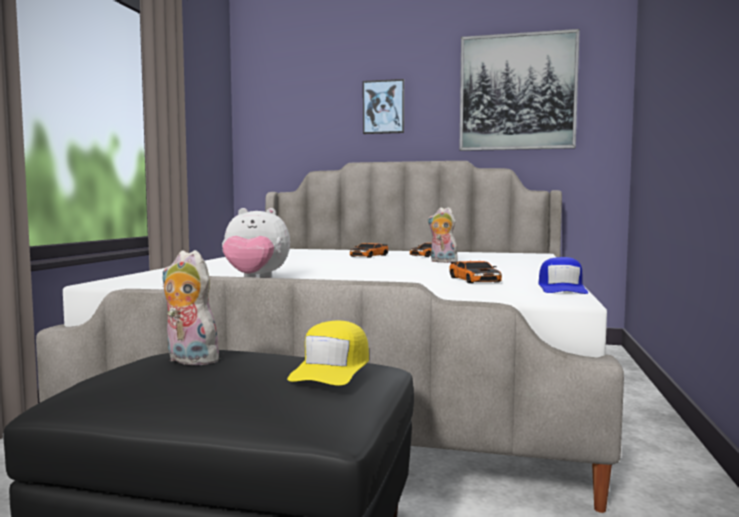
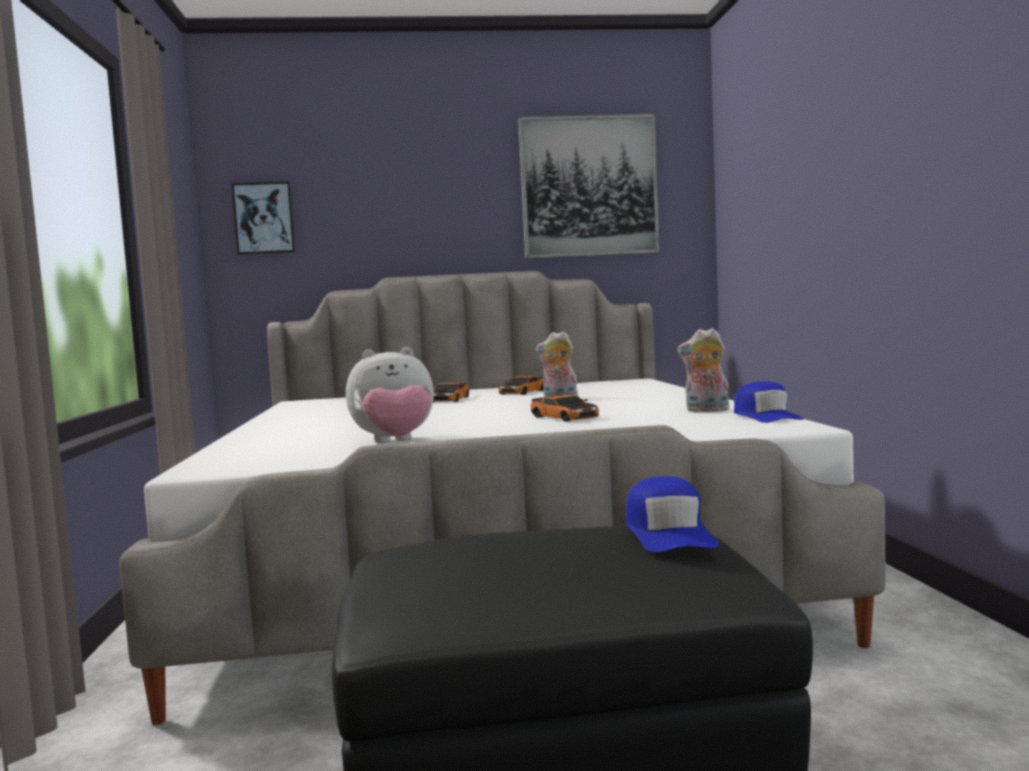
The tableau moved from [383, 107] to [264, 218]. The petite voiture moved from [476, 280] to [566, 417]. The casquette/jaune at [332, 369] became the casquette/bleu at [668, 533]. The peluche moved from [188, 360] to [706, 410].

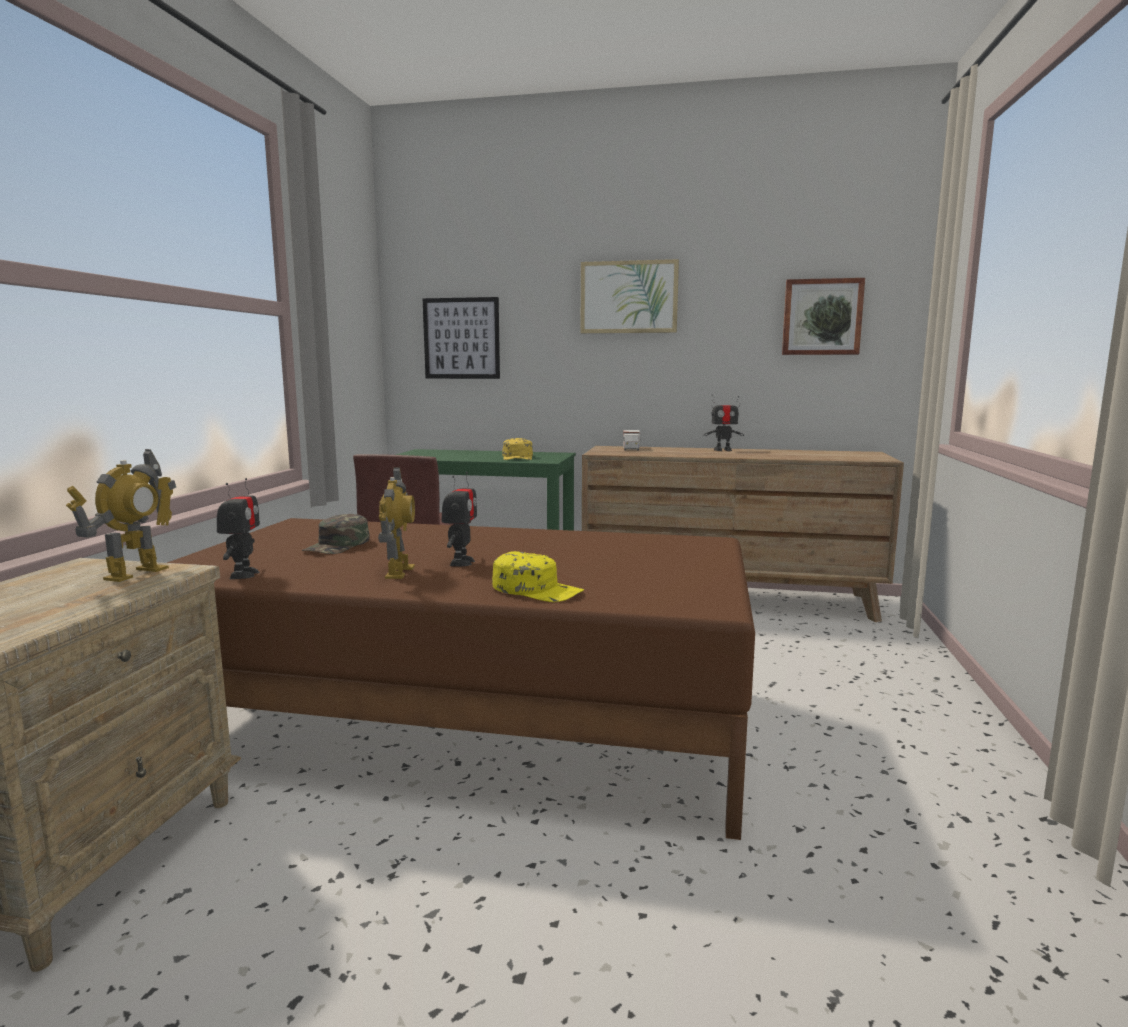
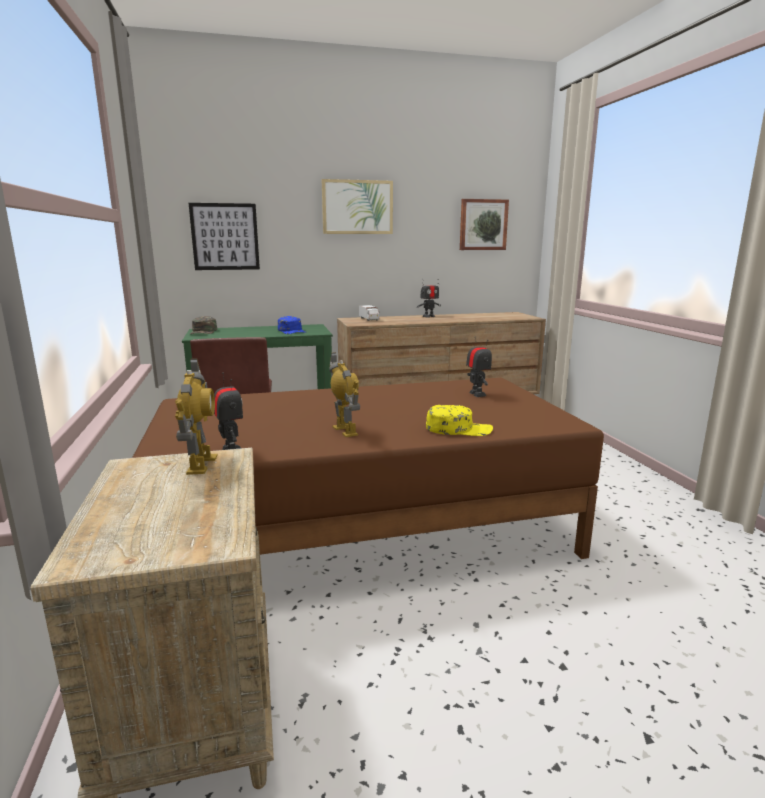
The casquette/vert moved from [338, 545] to [204, 331]. The casquette/jaune at [518, 457] became the casquette/bleu at [292, 331]. The robot jouet moved from [461, 562] to [477, 394].

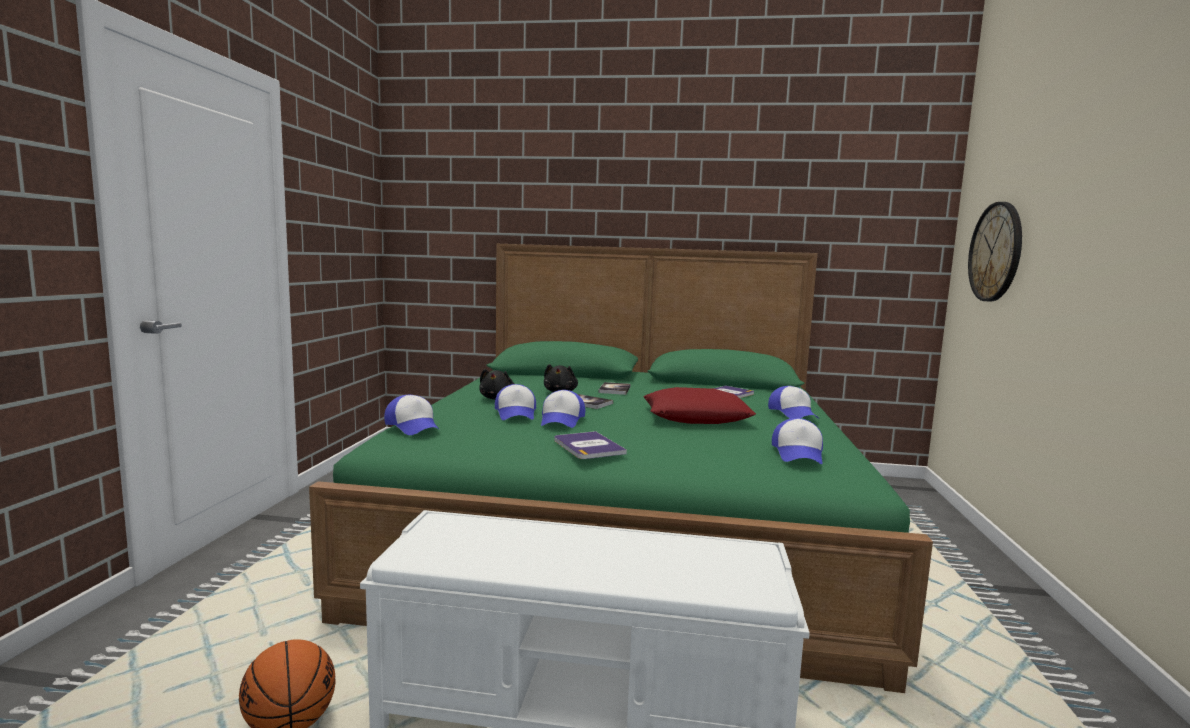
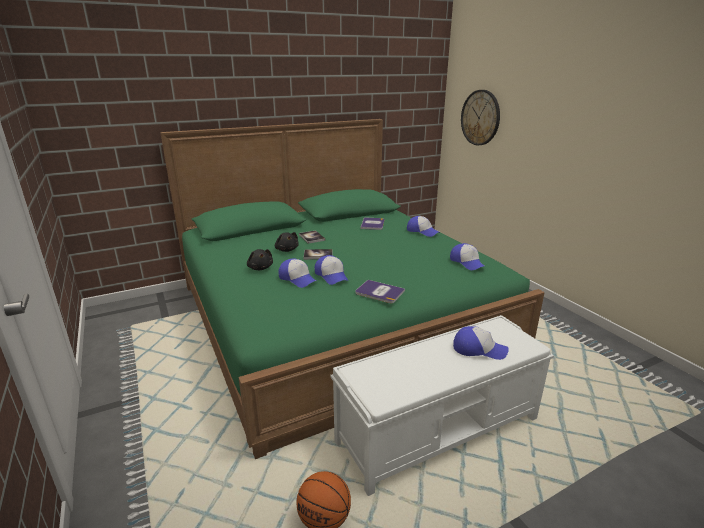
The casquette moved from [413, 427] to [478, 349]. The coussin/rouge at [696, 416] disappeared.

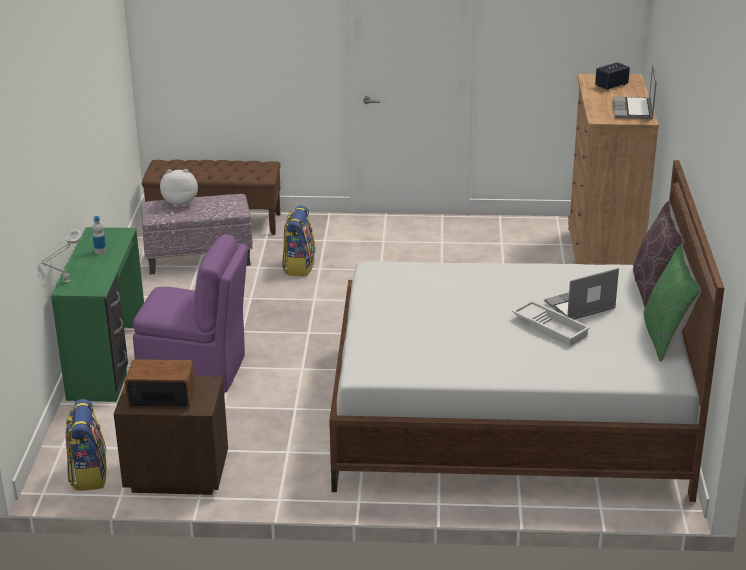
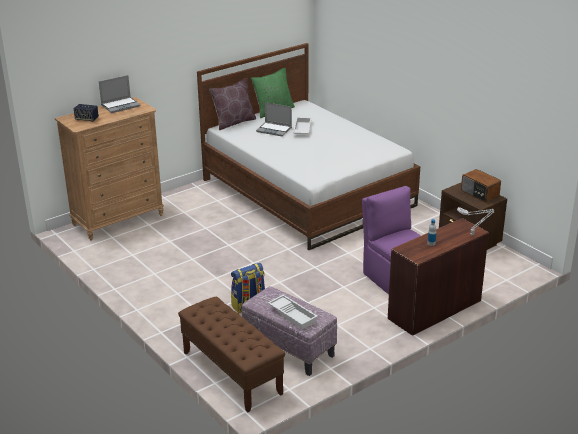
The peluche at [181, 203] was replaced by the plateau/blanc at [293, 314]. The bureau/vert at [109, 362] became the bureau/marron at [434, 309]. The sac à dos at [88, 474] disappeared.

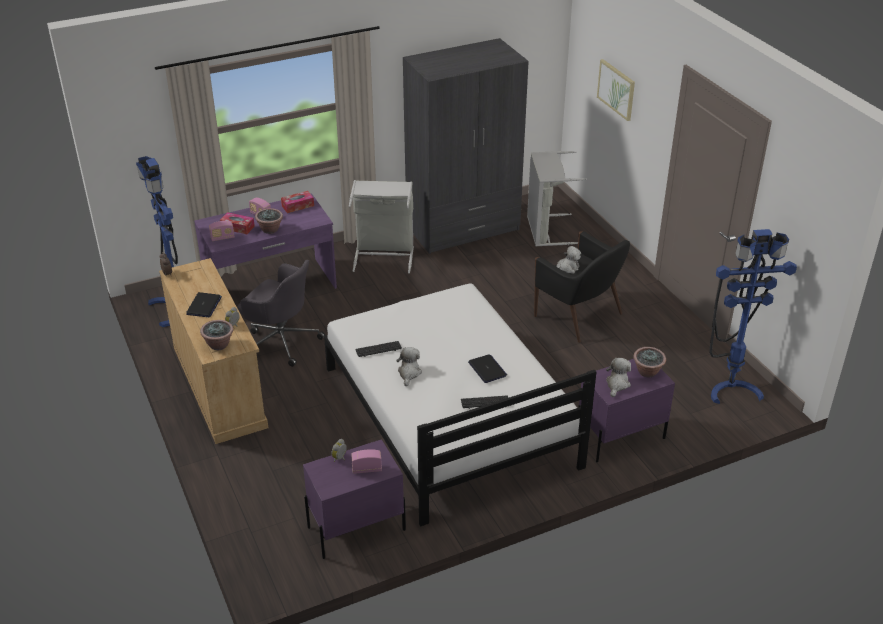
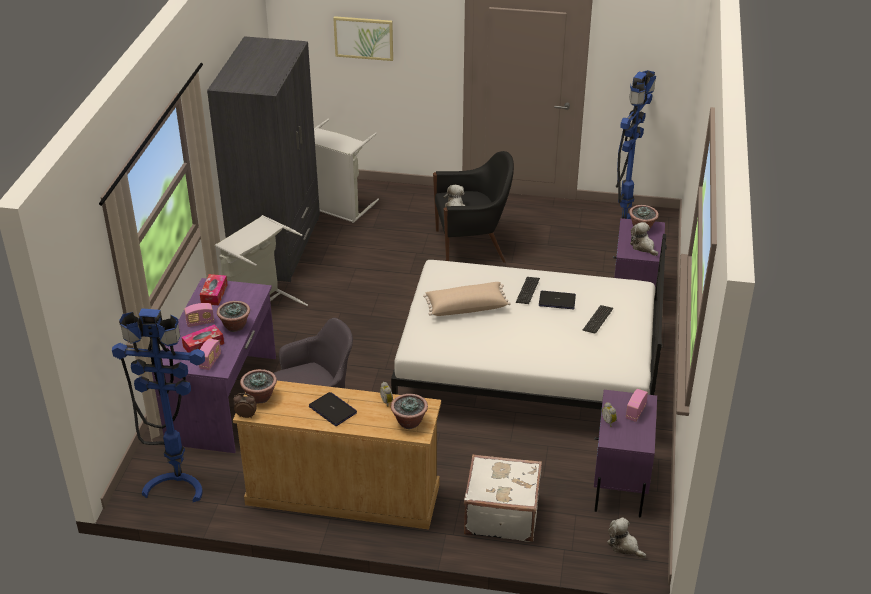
The plante en pot at [260, 397] appeared. The coussin/beige at [466, 307] appeared. The valise/blanc at [501, 514] appeared. The clavier moved from [378, 350] to [527, 291]. The peluche moved from [409, 373] to [624, 546].

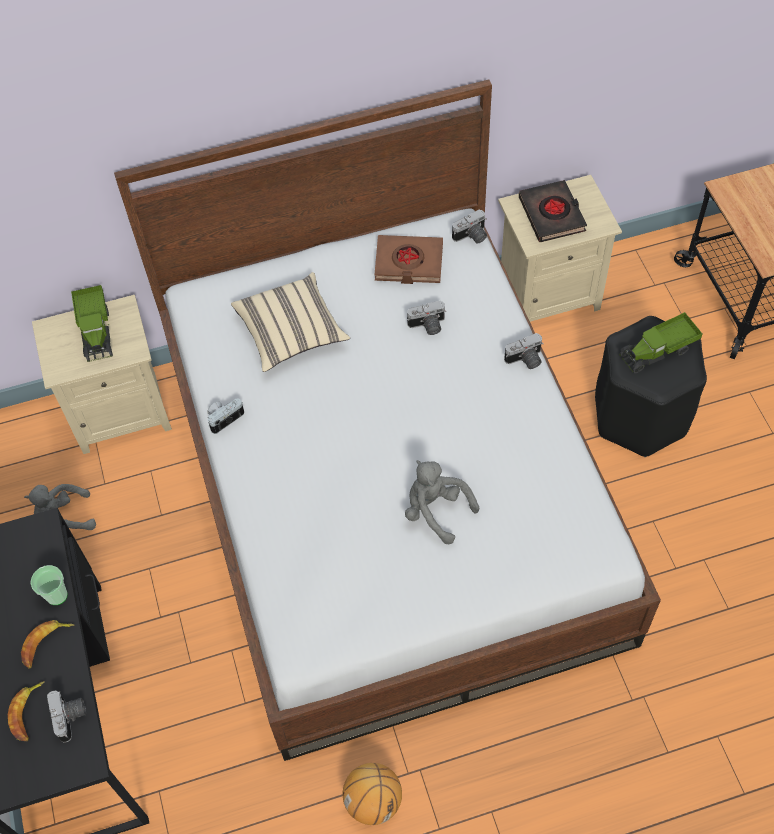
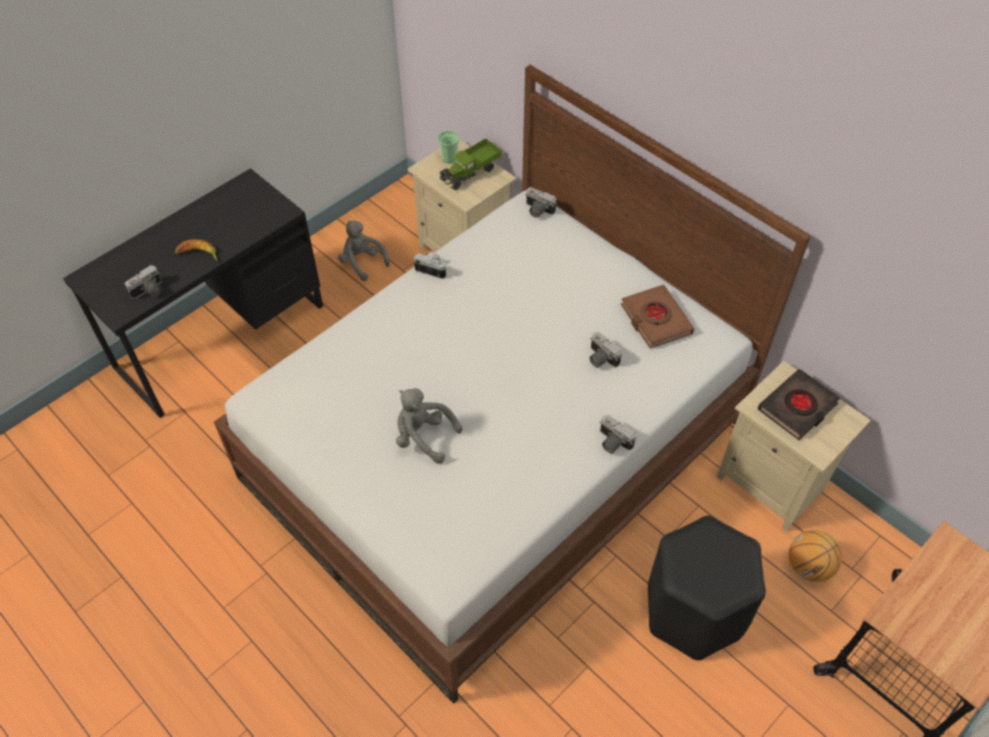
The peluche/gris at [436, 511] turned 75 degrees counterclockwise. The tasse moved from [57, 595] to [449, 158]. The appareil photo moved from [471, 236] to [537, 210]. The ballon de basket moved from [373, 801] to [809, 567]. The banane at [28, 713] disappeared. The coussin/beige at [291, 332] disappeared. The camion jouet at [658, 351] disappeared.

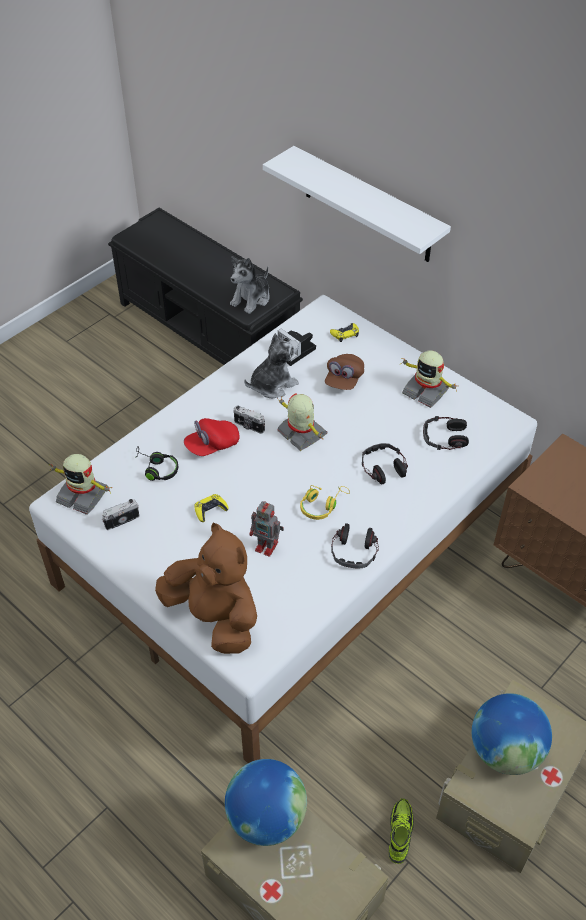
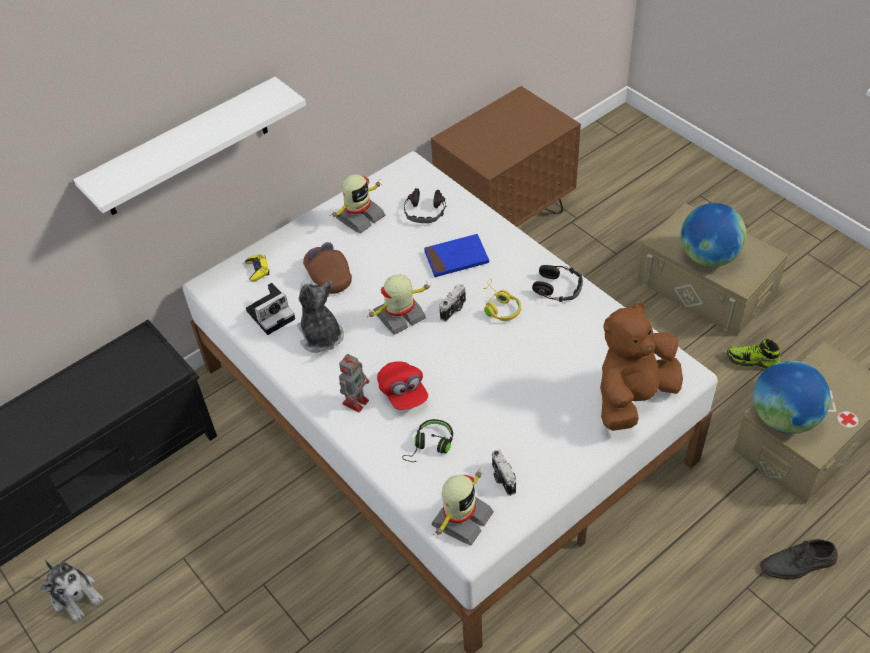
The peluche moved from [251, 299] to [76, 595]. The casquette/marron at [344, 380] turned 150 degrees counterclockwise. The robot jouet moved from [267, 547] to [356, 401]. The casque audio at [383, 467] was replaced by the livre/bleu at [456, 258]. The appareil photo moved from [249, 426] to [454, 310]. The chaussure/gris at [798, 564] appeared. The manette/jaune at [210, 510] disappeared.

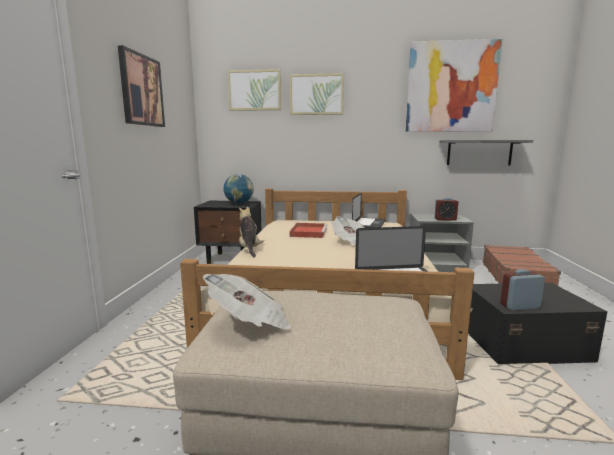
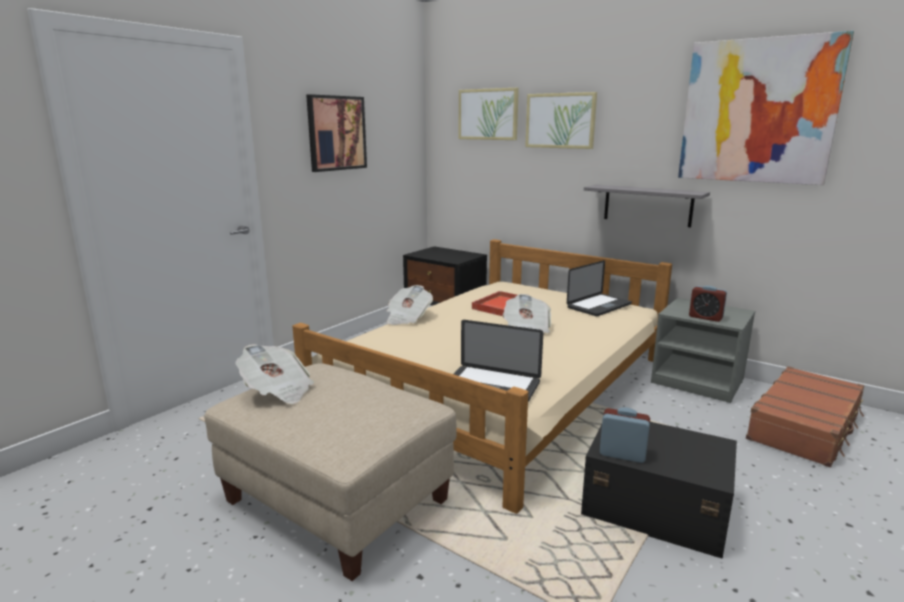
The peluche at [249, 249] was replaced by the journal at [407, 318]. The étagère/gris moved from [479, 152] to [647, 205]. The globe at [239, 203] disappeared.

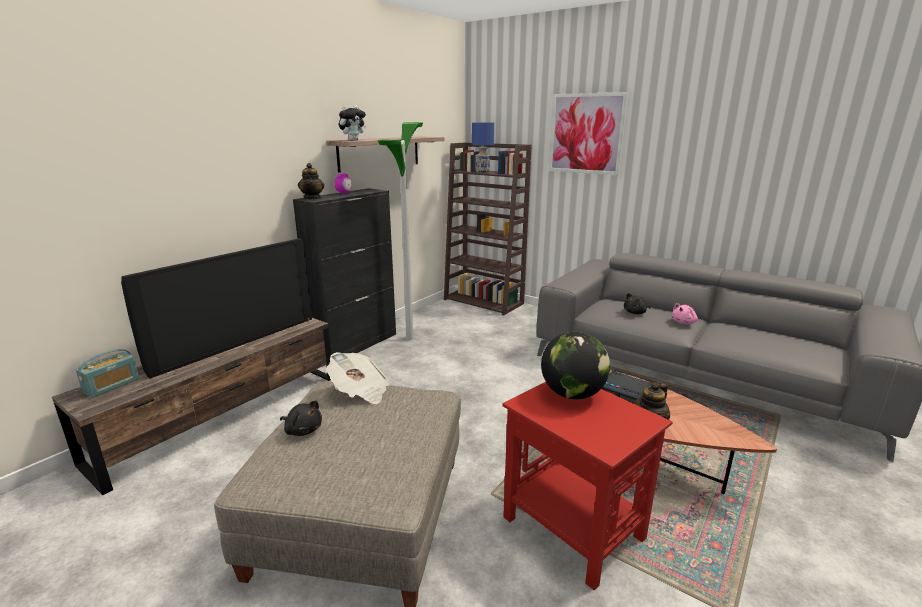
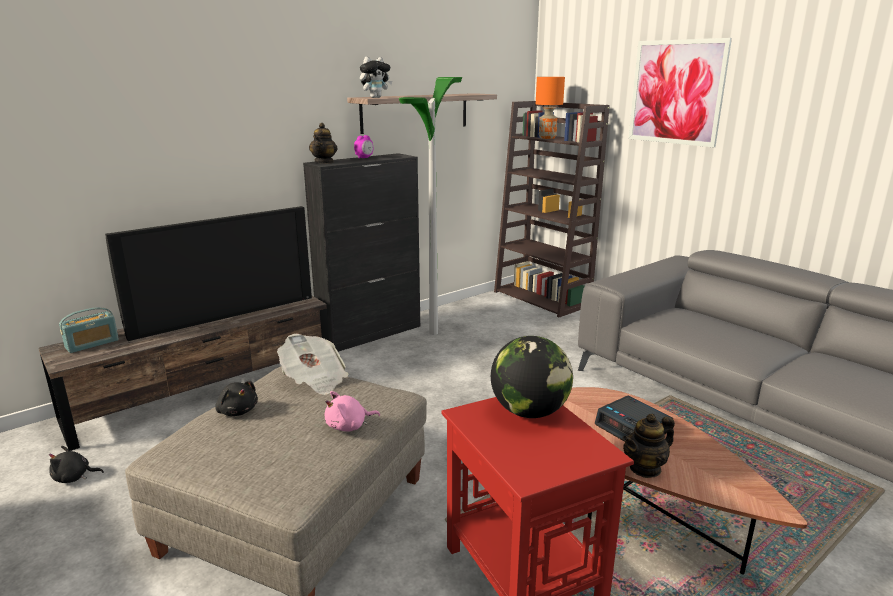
The peluche/noir moved from [635, 313] to [74, 477]. The peluche/rose moved from [684, 323] to [349, 426]. The lampe de table/bleu at [482, 172] became the lampe de table/orange at [547, 138].

